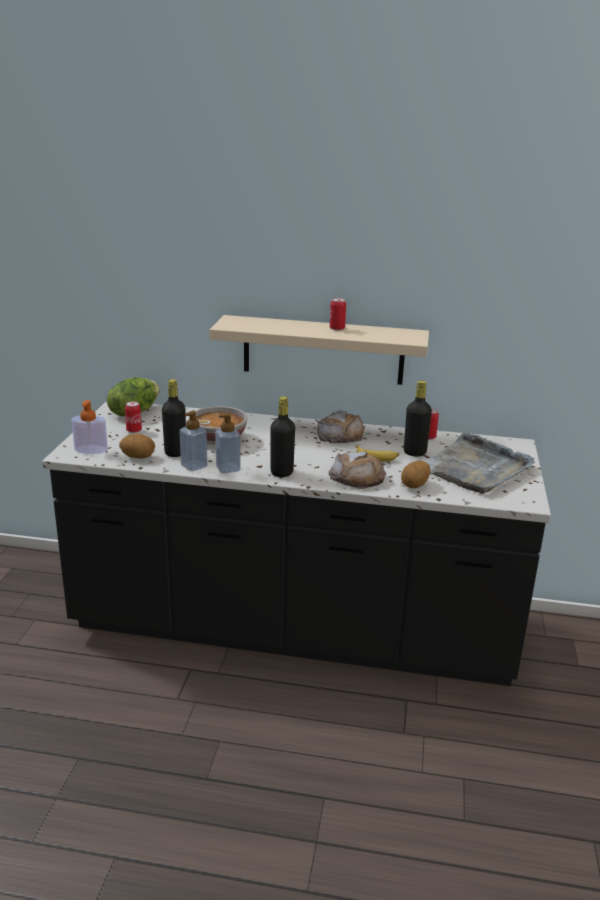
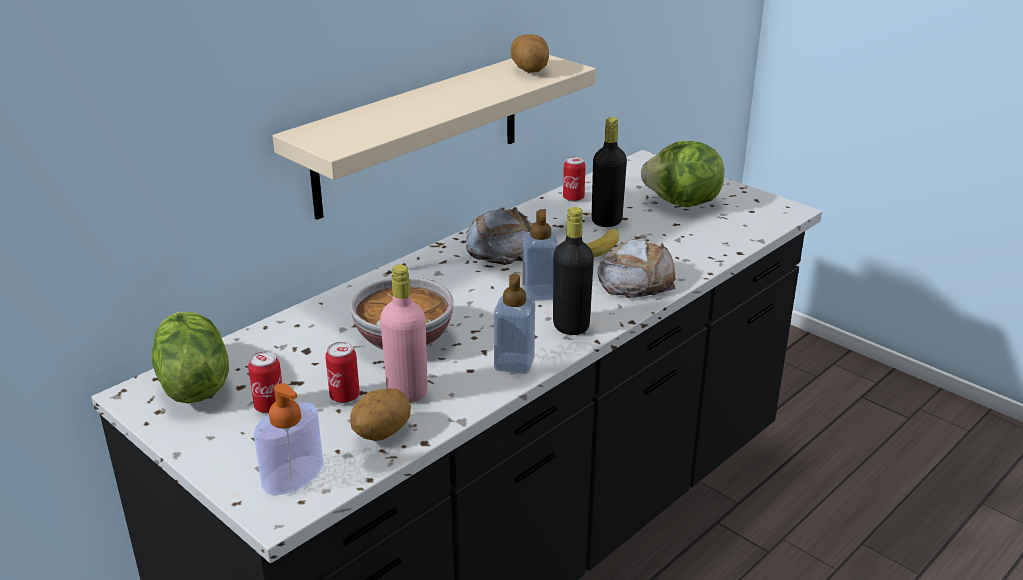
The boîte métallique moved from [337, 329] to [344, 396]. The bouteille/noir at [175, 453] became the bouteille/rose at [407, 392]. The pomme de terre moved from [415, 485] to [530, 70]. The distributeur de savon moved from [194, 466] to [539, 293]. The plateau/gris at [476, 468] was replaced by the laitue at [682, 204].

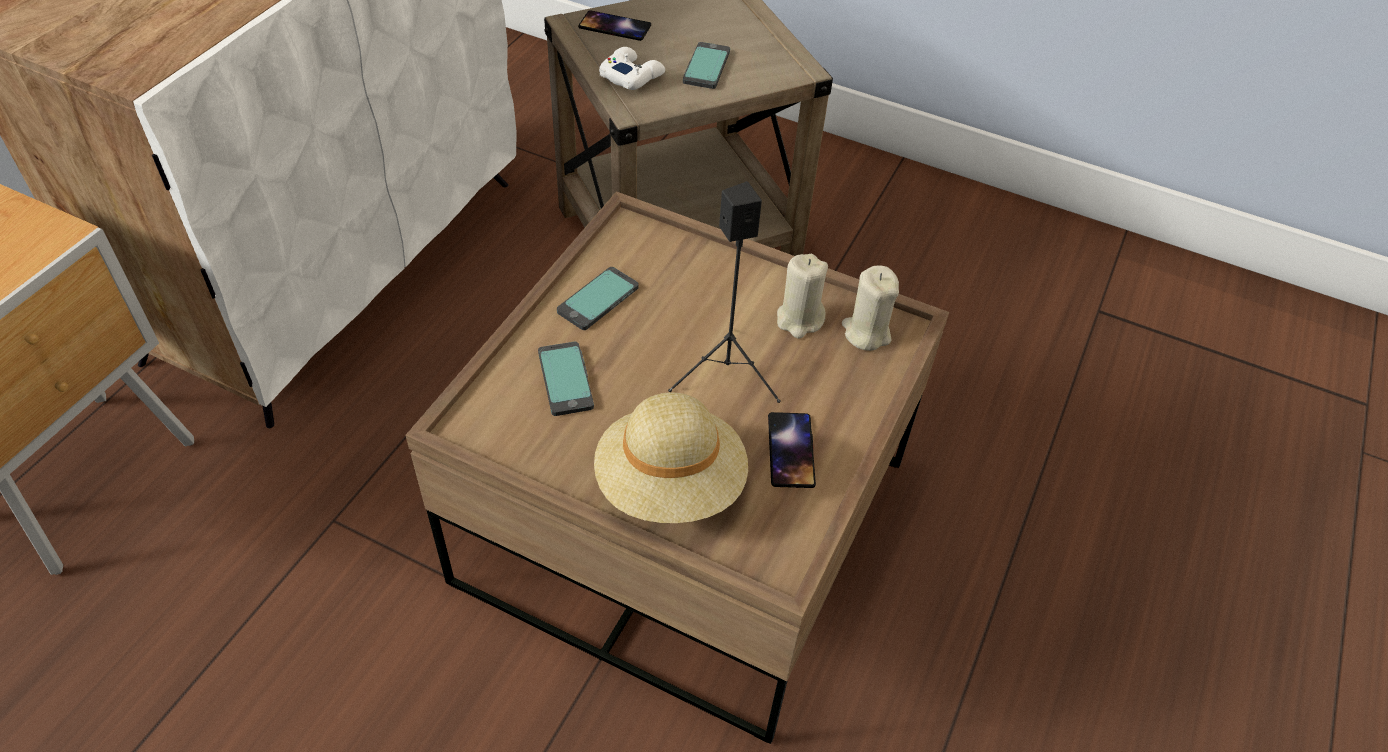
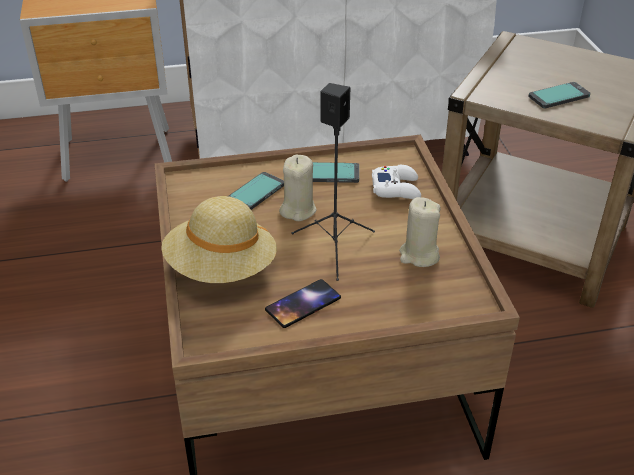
The bougie/beige moved from [866, 333] to [298, 210]. The manette/blanc moved from [631, 75] to [396, 188]. The téléphone at [614, 26] disappeared.

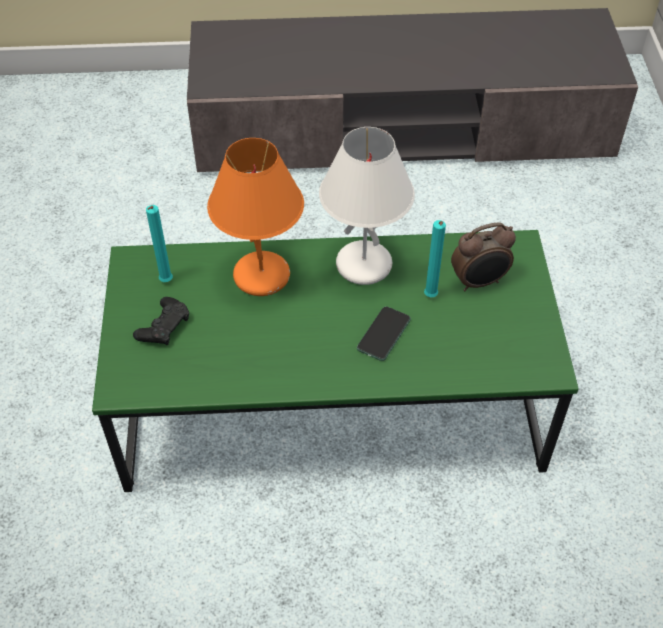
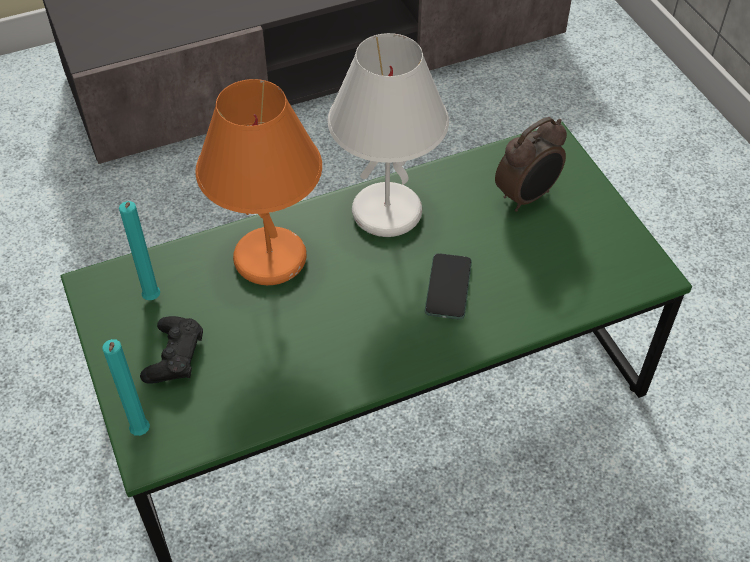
The bougie/turquoise moved from [430, 297] to [141, 434].

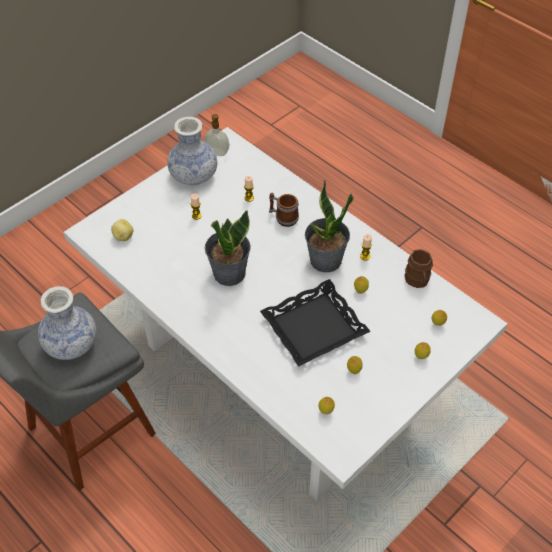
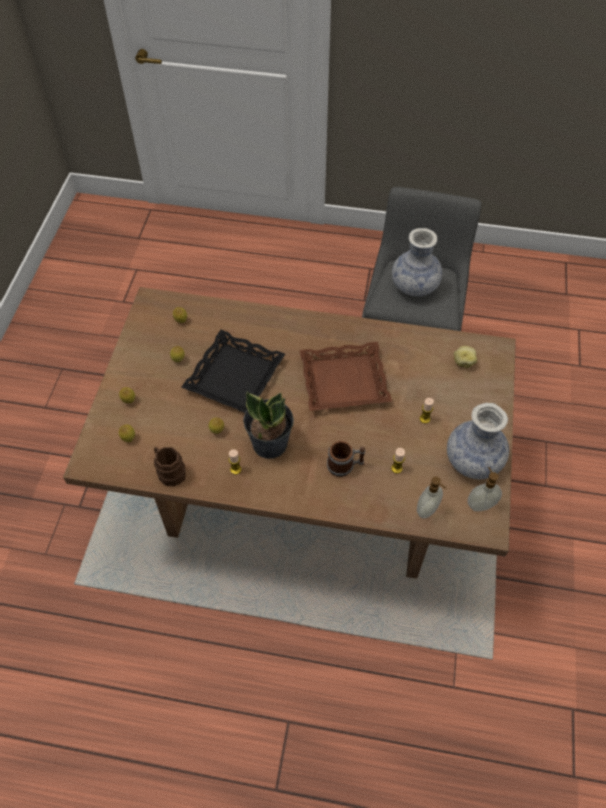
The table à manger/blanc at [277, 377] became the table à manger/marron at [301, 496]. The plante en pot at [229, 273] was replaced by the plateau/marron at [344, 382]. The distributeur de savon at [428, 510] appeared.

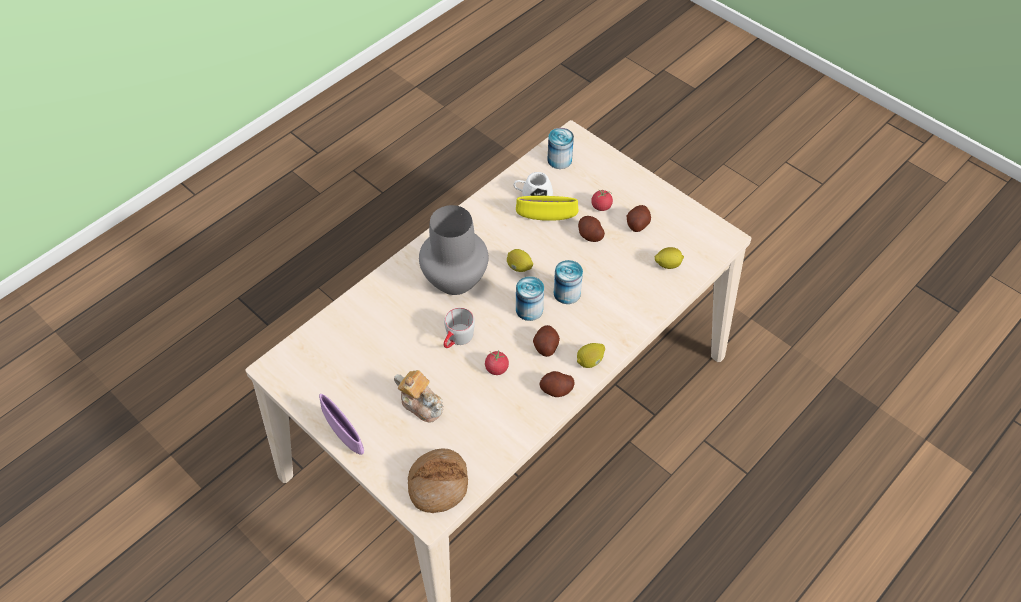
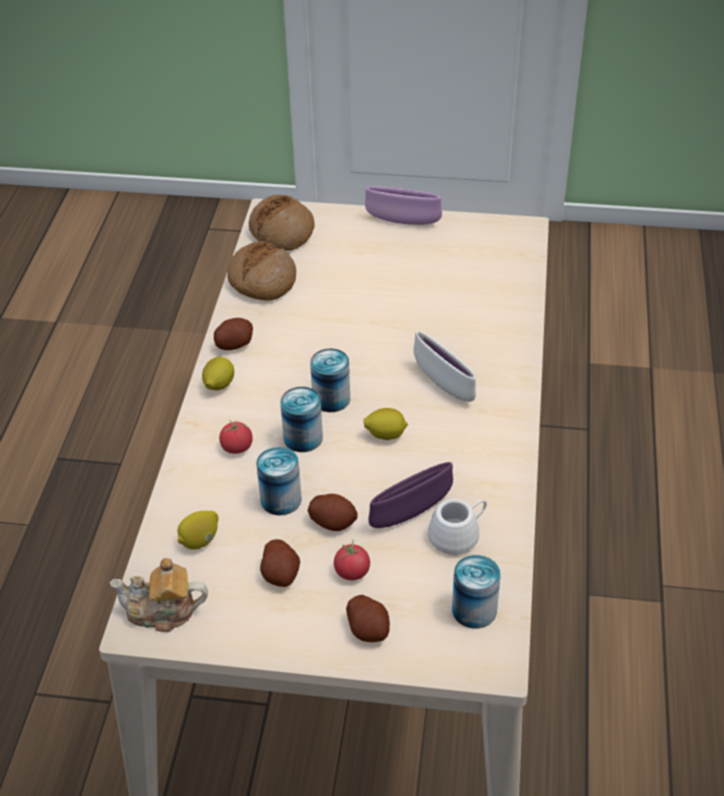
The théière moved from [421, 404] to [162, 612]. The tomate moved from [496, 368] to [237, 447]. The pain at [262, 281] appeared. The boîte métallique at [281, 499] appeared. The pomme de terre moved from [546, 346] to [368, 629]. The bol/jaune at [546, 217] became the bol/violet at [411, 513]. The vase/gris at [456, 279] was replaced by the bol/blanc at [443, 384]. The mug/gris at [457, 339] disappeared.

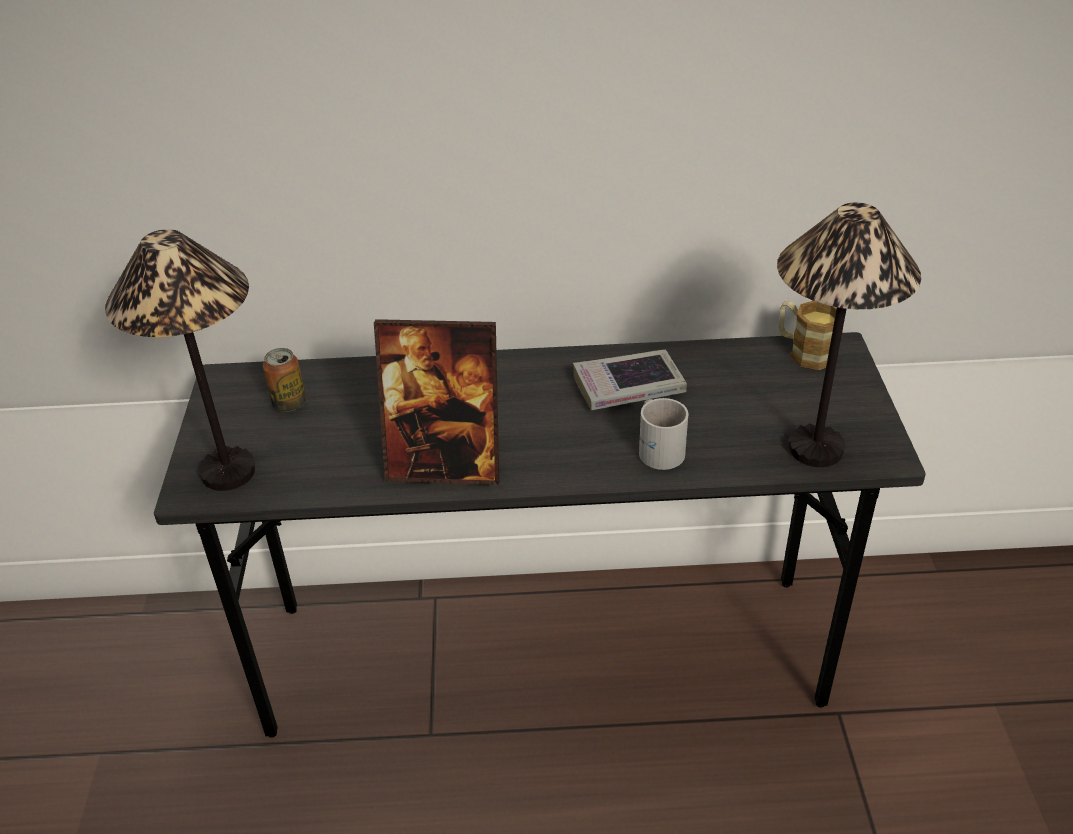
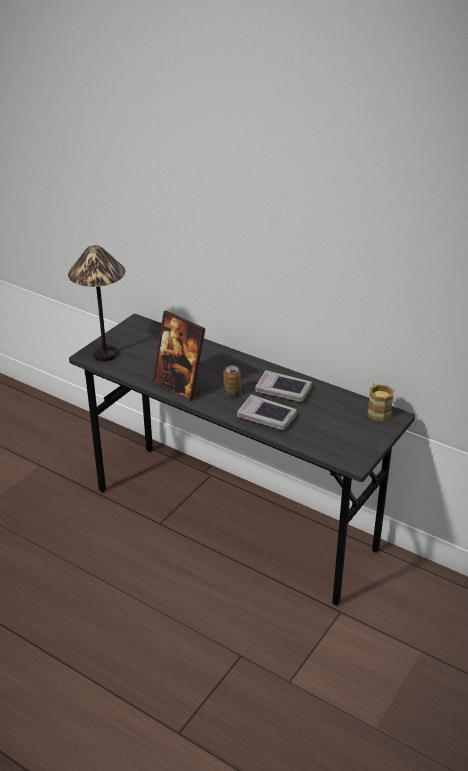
The boîte métallique moved from [289, 403] to [232, 393]. The mug/blanc at [659, 447] was replaced by the livre at [266, 417]. The lampe de table at [814, 448] disappeared.

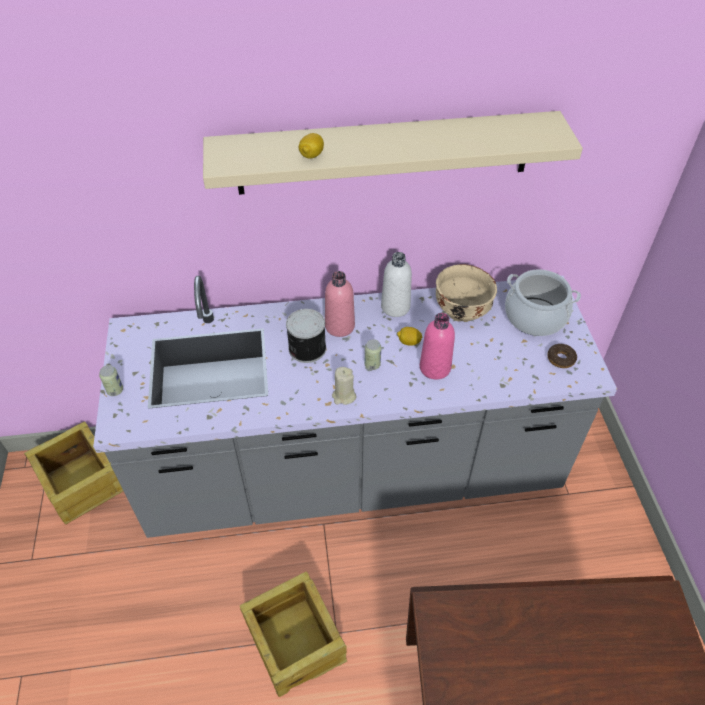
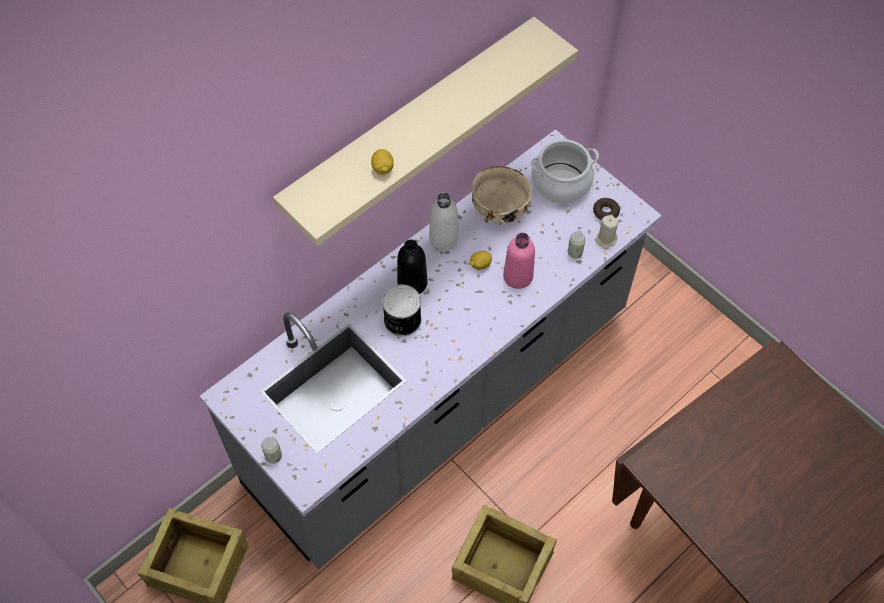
The bouteille/rose at [339, 326] became the bouteille/noir at [412, 283]. The boîte métallique moved from [372, 364] to [574, 253]. The bougie/beige moved from [344, 396] to [606, 240].

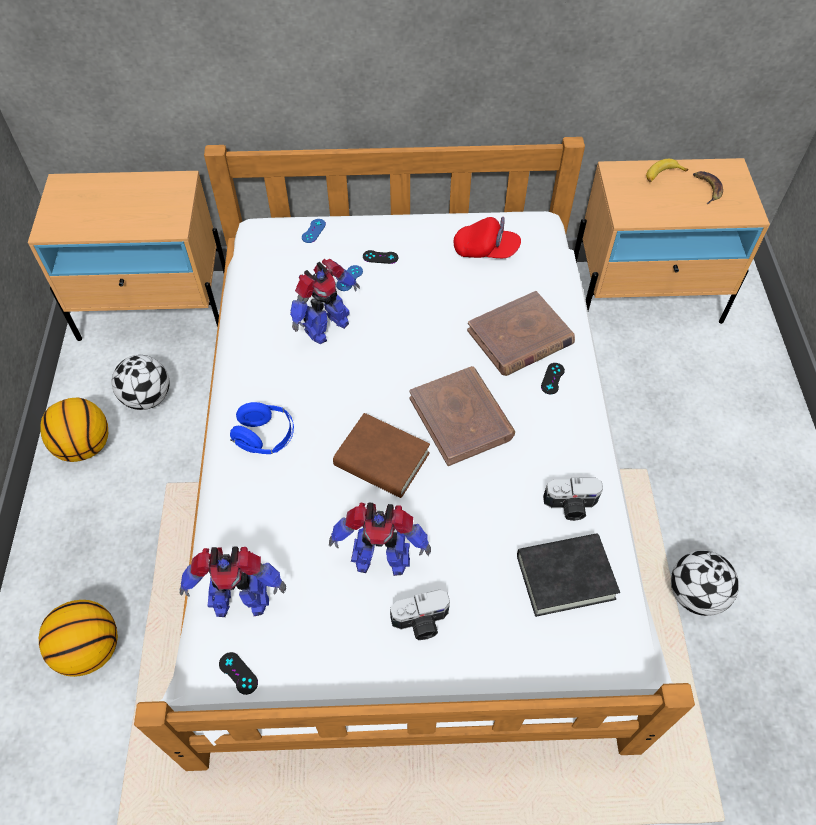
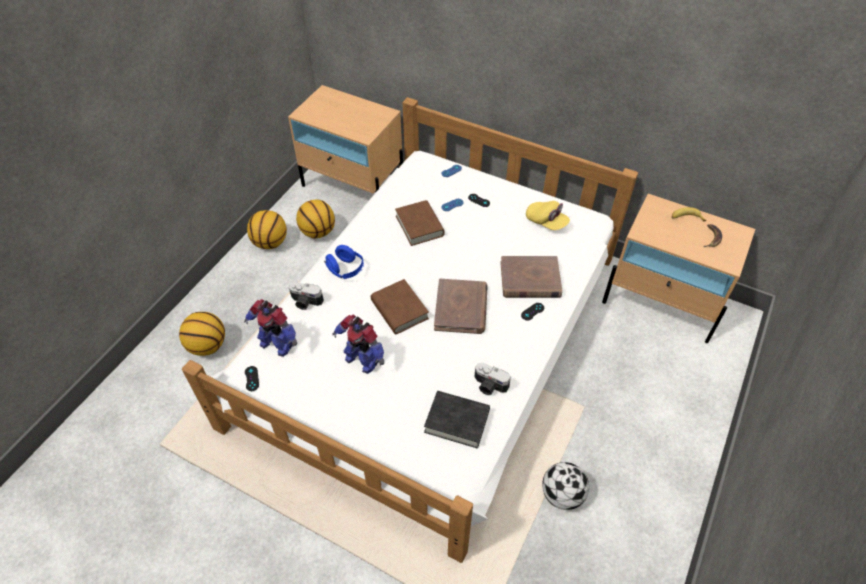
The appareil photo moved from [421, 623] to [305, 302]. The ballon de foot at [148, 397] was replaced by the ballon de basket at [318, 232]. The robot jouet at [325, 327] was replaced by the livre/marron at [419, 226]. The casquette/rouge at [485, 250] became the casquette/jaune at [546, 222].

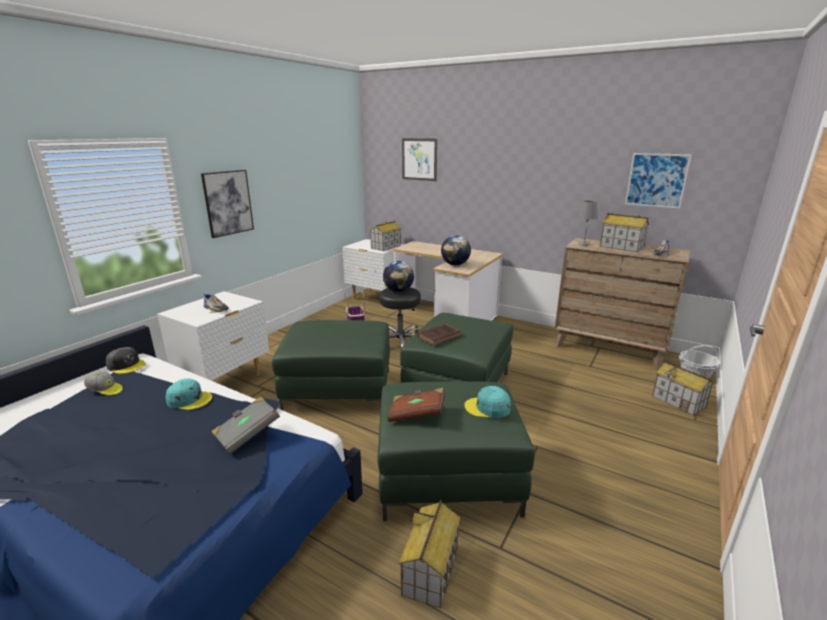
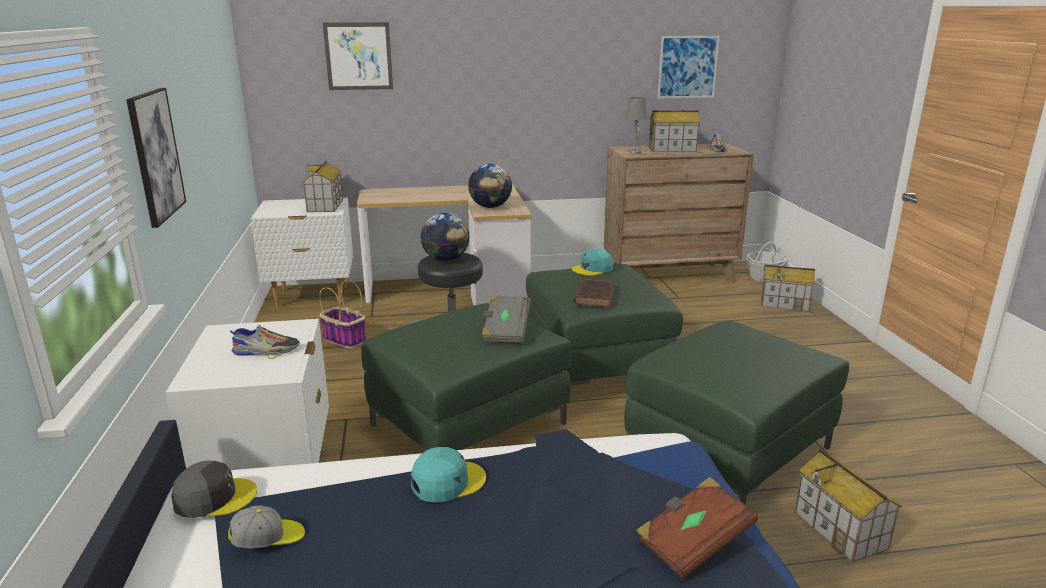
The livre/gris moved from [247, 434] to [505, 331]. The casquette/turquoise moved from [488, 407] to [592, 269]. The livre/marron moved from [416, 414] to [692, 543].

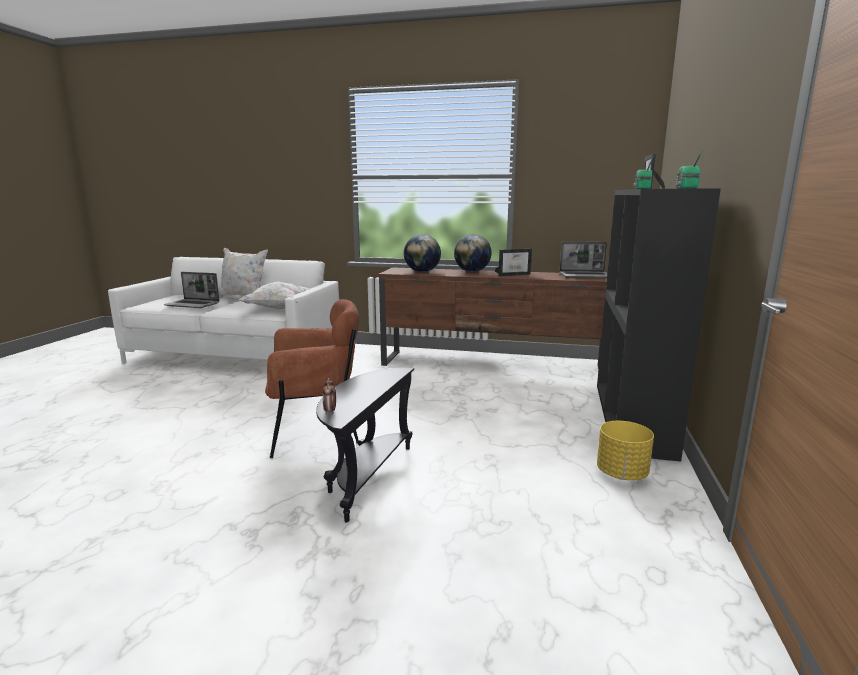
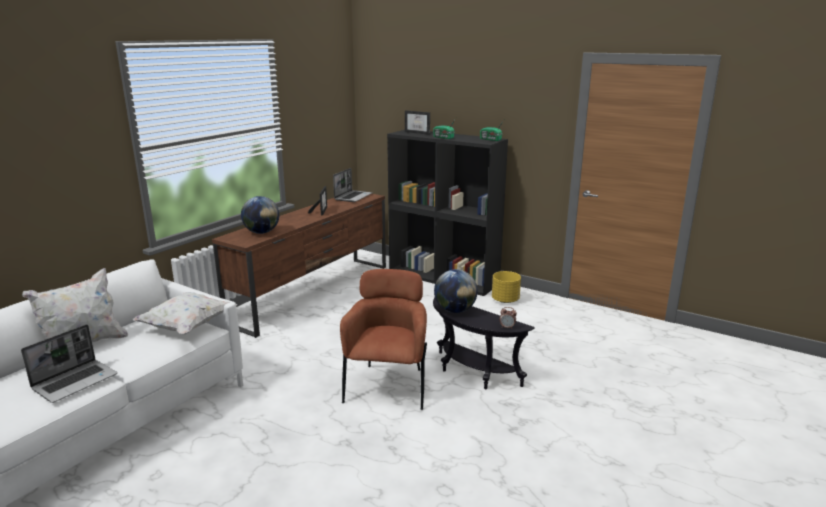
The globe moved from [472, 271] to [455, 310].

